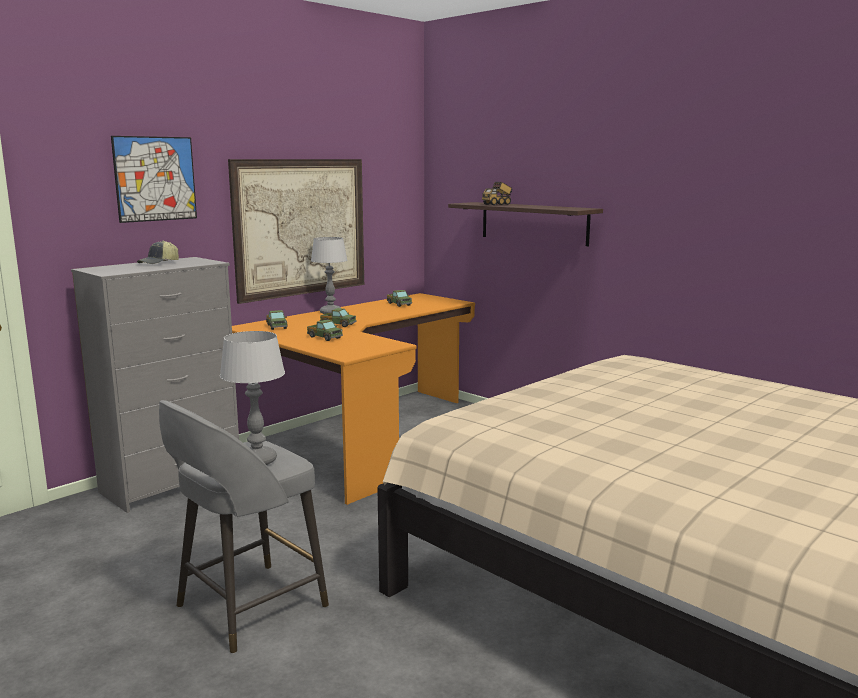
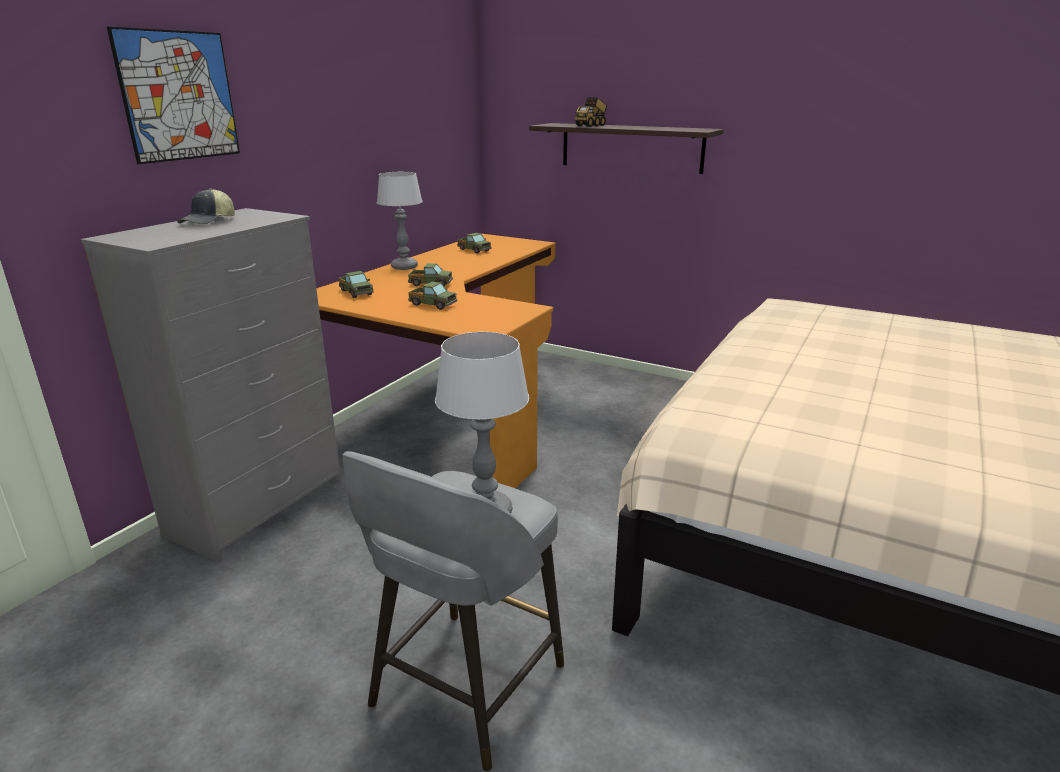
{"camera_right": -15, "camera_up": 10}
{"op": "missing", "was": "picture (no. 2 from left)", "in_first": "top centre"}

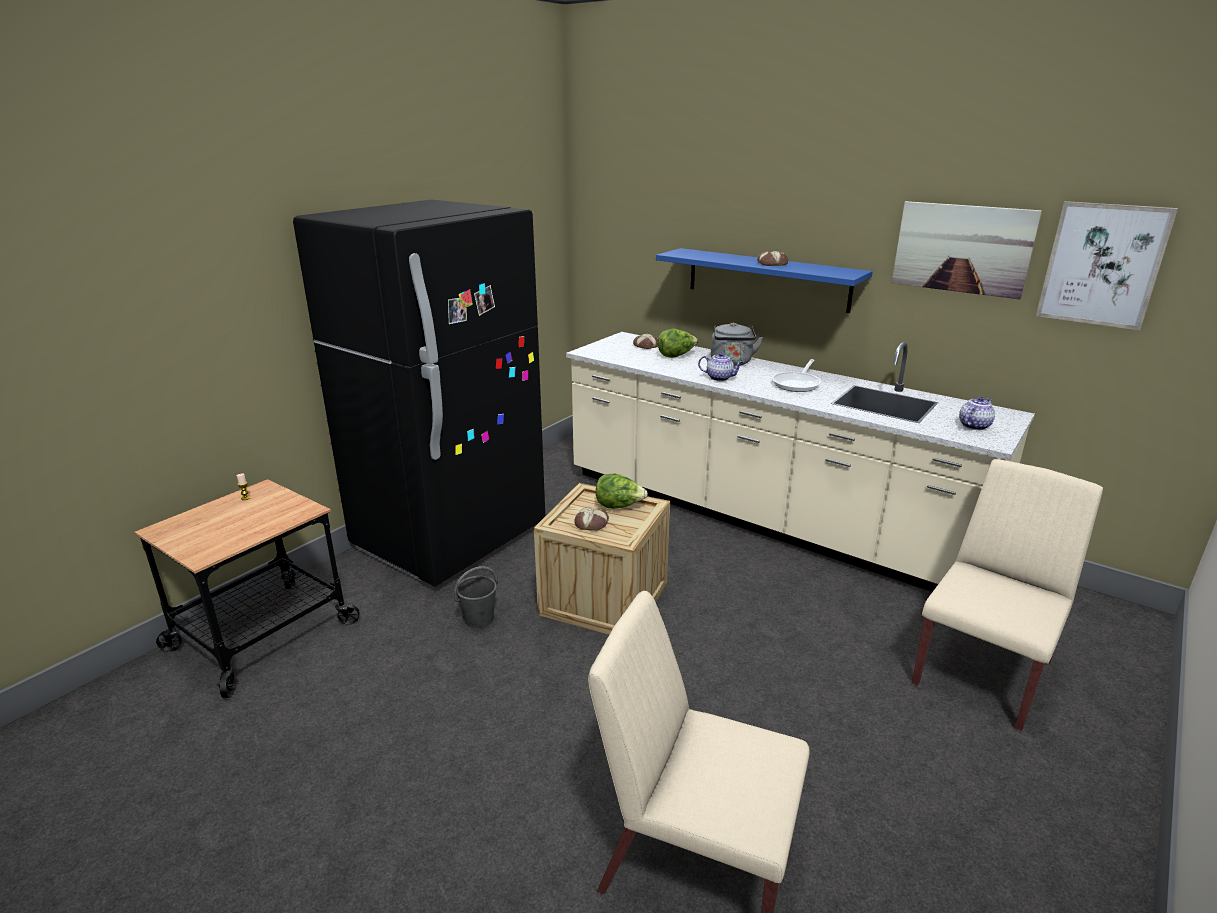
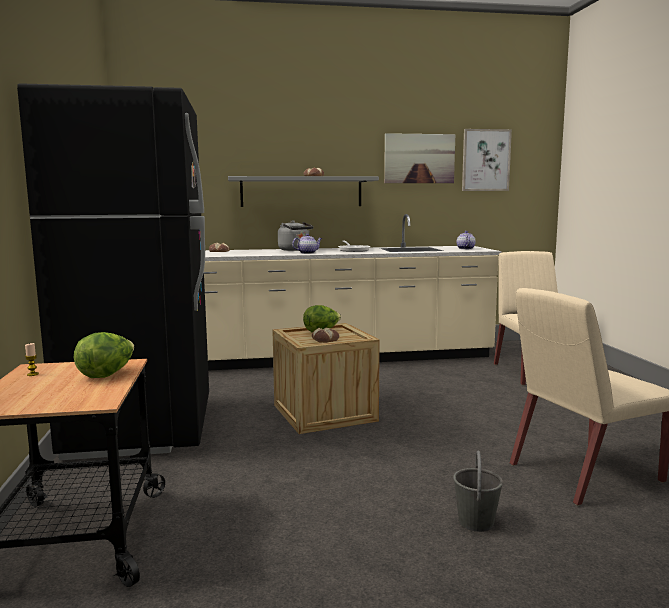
{"camera_right": -45, "camera_up": -15}
{"op": "relocated", "was": "lettuce (no. 2 from left in the first image)", "now": "lettuce (no. 1 from left)", "in_first": "centre", "in_second": "middle left"}
{"op": "colour", "was": "blue shelf", "now": "grey shelf", "in_first": "top centre", "in_second": "top centre"}
{"op": "relocated", "was": "grey bucket", "in_first": "centre", "in_second": "bottom right"}

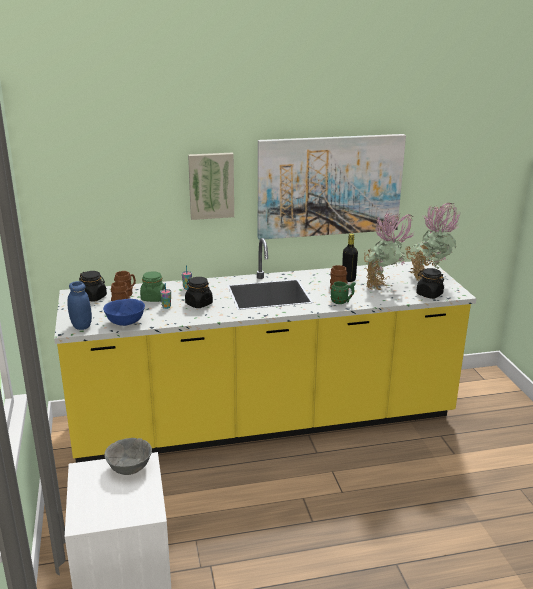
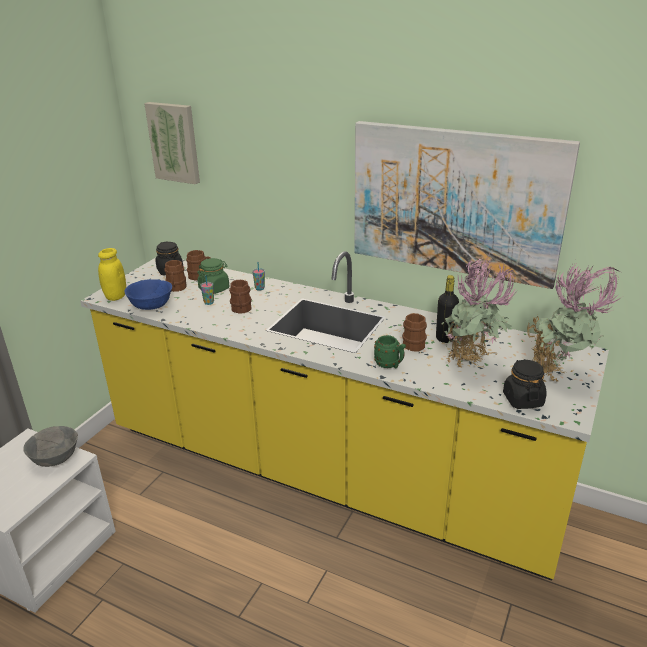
{"camera_right": 40, "camera_up": 5}
{"op": "colour", "was": "blue jar", "now": "yellow jar", "in_first": "middle left", "in_second": "middle left"}
{"op": "relocated", "was": "picture (no. 1 from left)", "in_first": "top centre", "in_second": "top left"}
{"op": "exchanged", "was": "black jar (no. 2 from left)", "now": "brown mug (no. 3 from left)", "in_first": "centre", "in_second": "centre"}

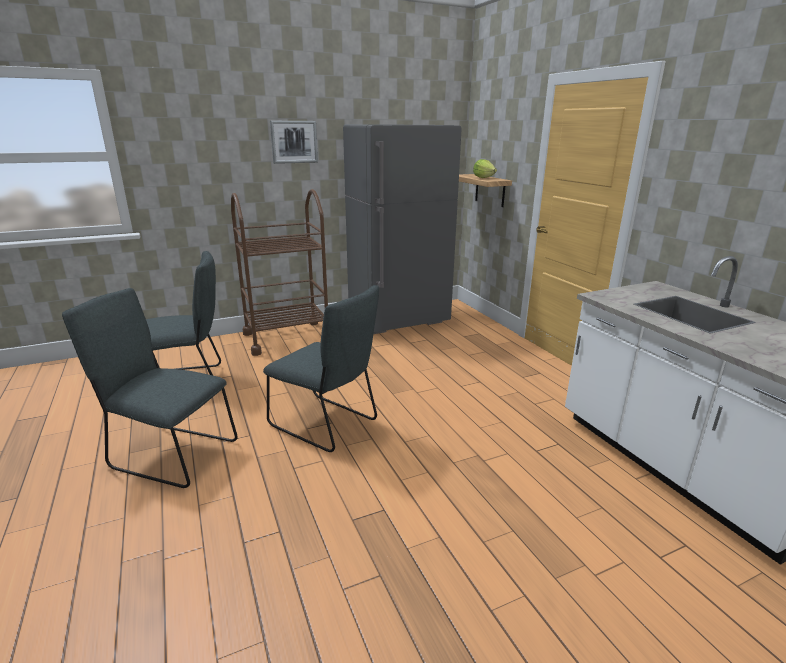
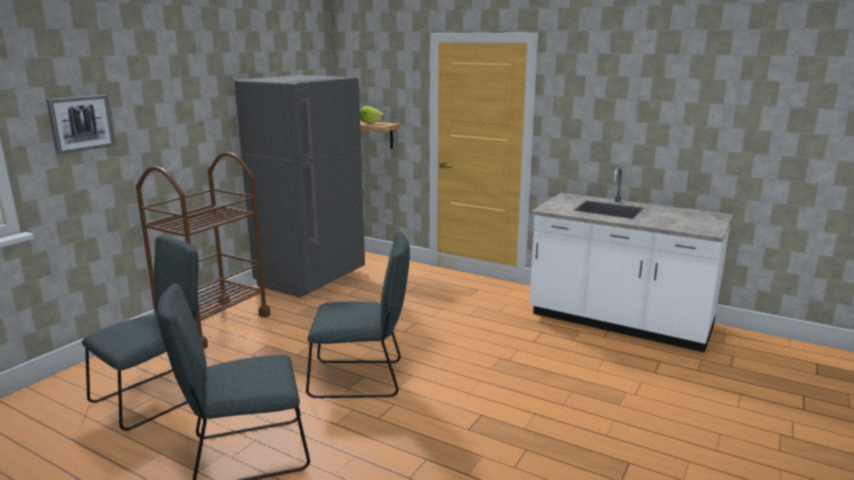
{"camera_right": -35, "camera_up": -5}
{"op": "relocated", "was": "picture", "in_first": "top centre", "in_second": "top left"}

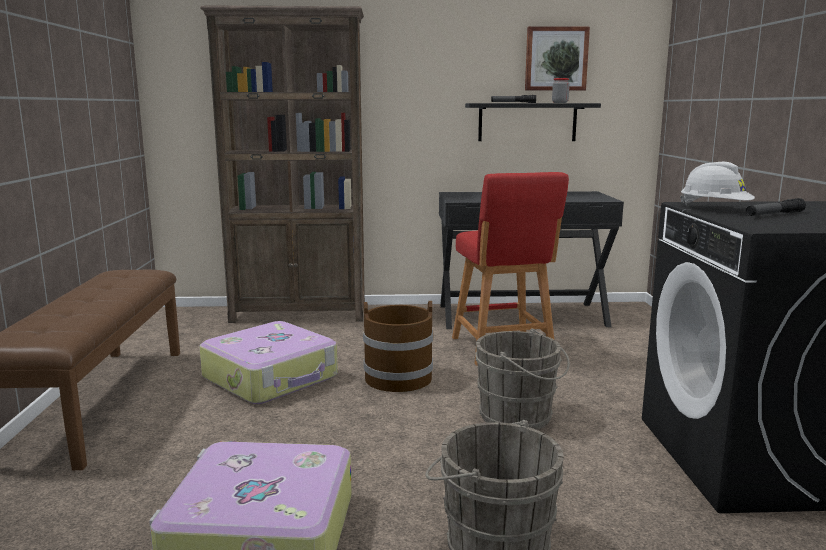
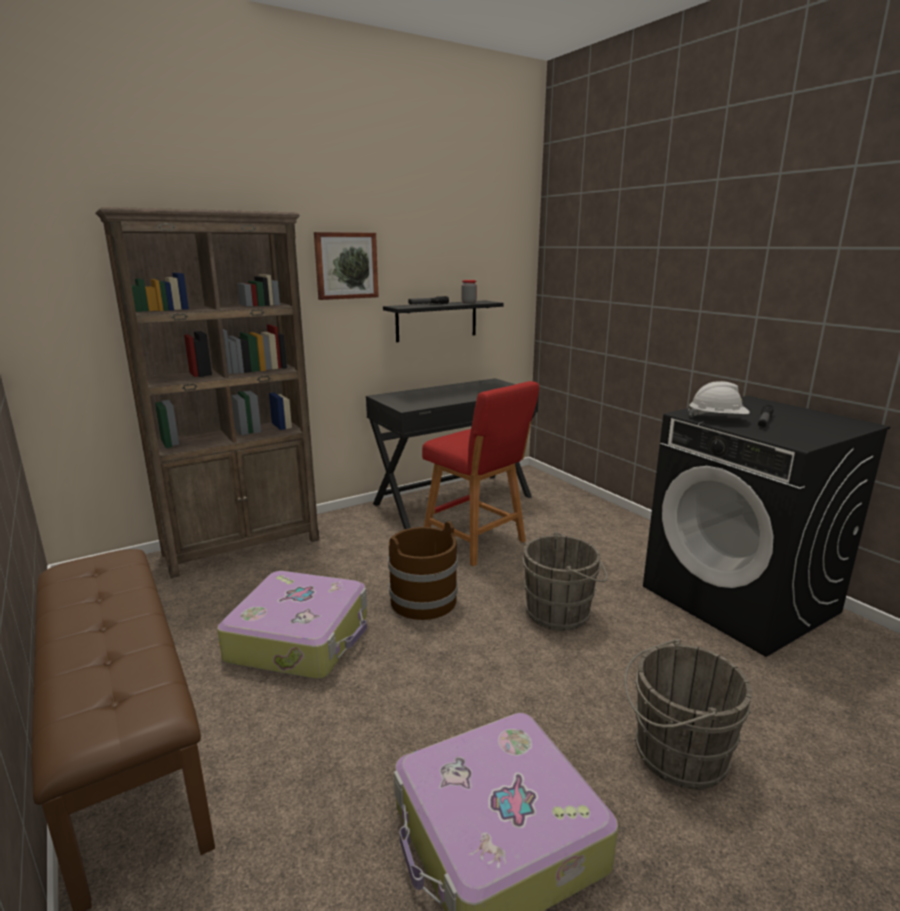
{"camera_right": -30, "camera_up": 5}
{"op": "relocated", "was": "picture", "in_first": "top right", "in_second": "top centre"}

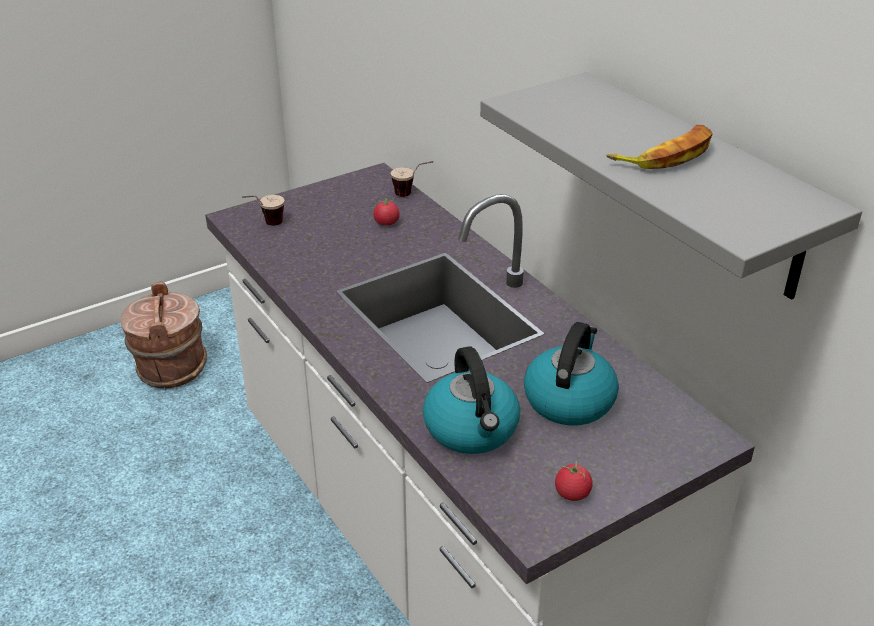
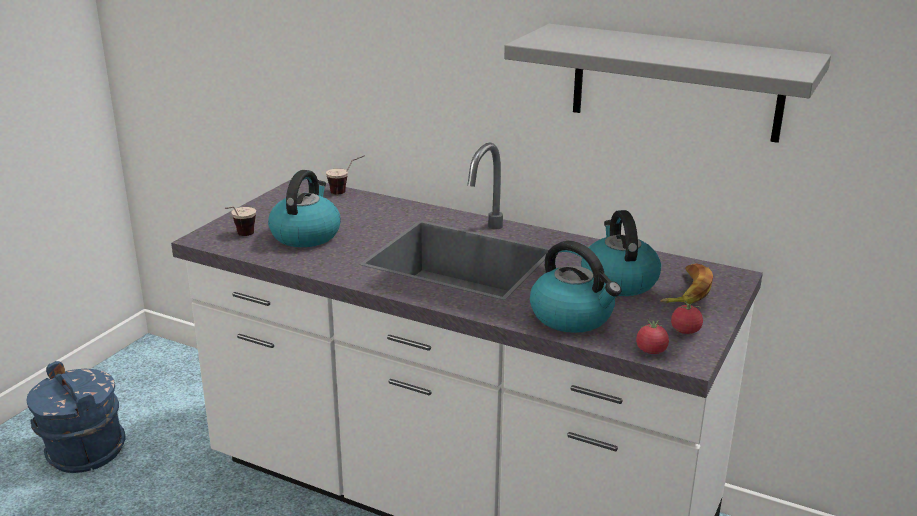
{"camera_right": -30, "camera_up": -10}
{"op": "colour", "was": "brown bucket", "now": "blue bucket", "in_first": "middle left", "in_second": "bottom left"}
{"op": "appeared", "now": "kettle (no. 1 from left)", "in_second": "middle left"}
{"op": "relocated", "was": "tomato (no. 1 from left)", "in_first": "centre", "in_second": "middle right"}
{"op": "relocated", "was": "banana", "in_first": "top right", "in_second": "middle right"}

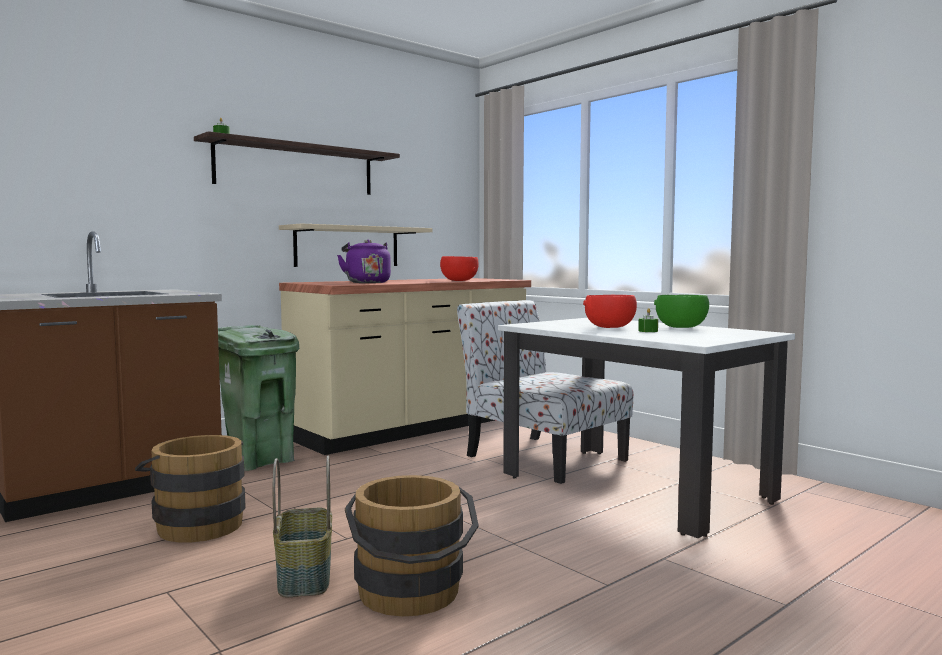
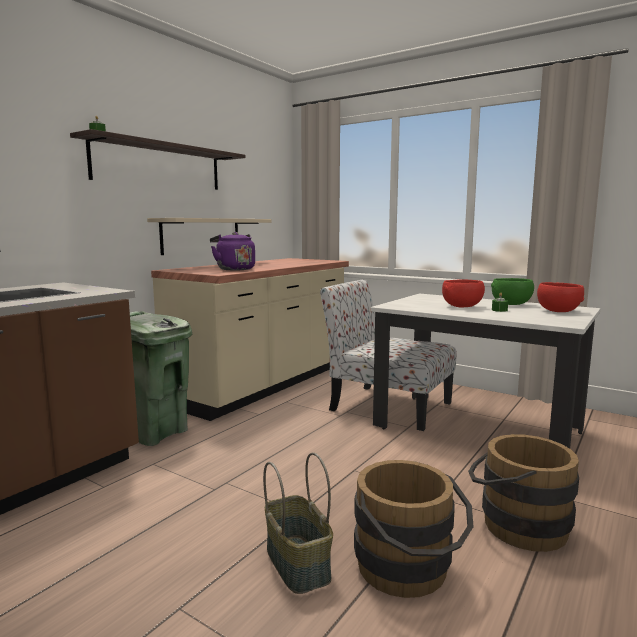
{"camera_right": -15, "camera_up": 5}
{"op": "relocated", "was": "brown bucket (no. 1 from left in the first image)", "now": "brown bucket (no. 2 from left)", "in_first": "bottom left", "in_second": "bottom right"}
{"op": "relocated", "was": "red bowl (no. 1 from left in the first image)", "now": "red bowl (no. 2 from left)", "in_first": "centre", "in_second": "middle right"}

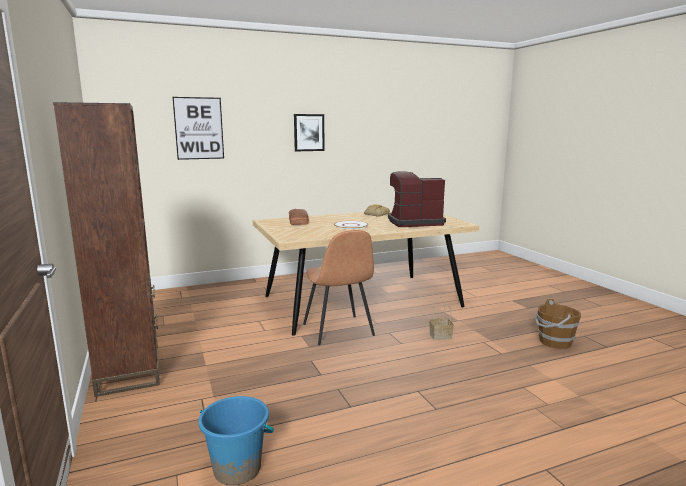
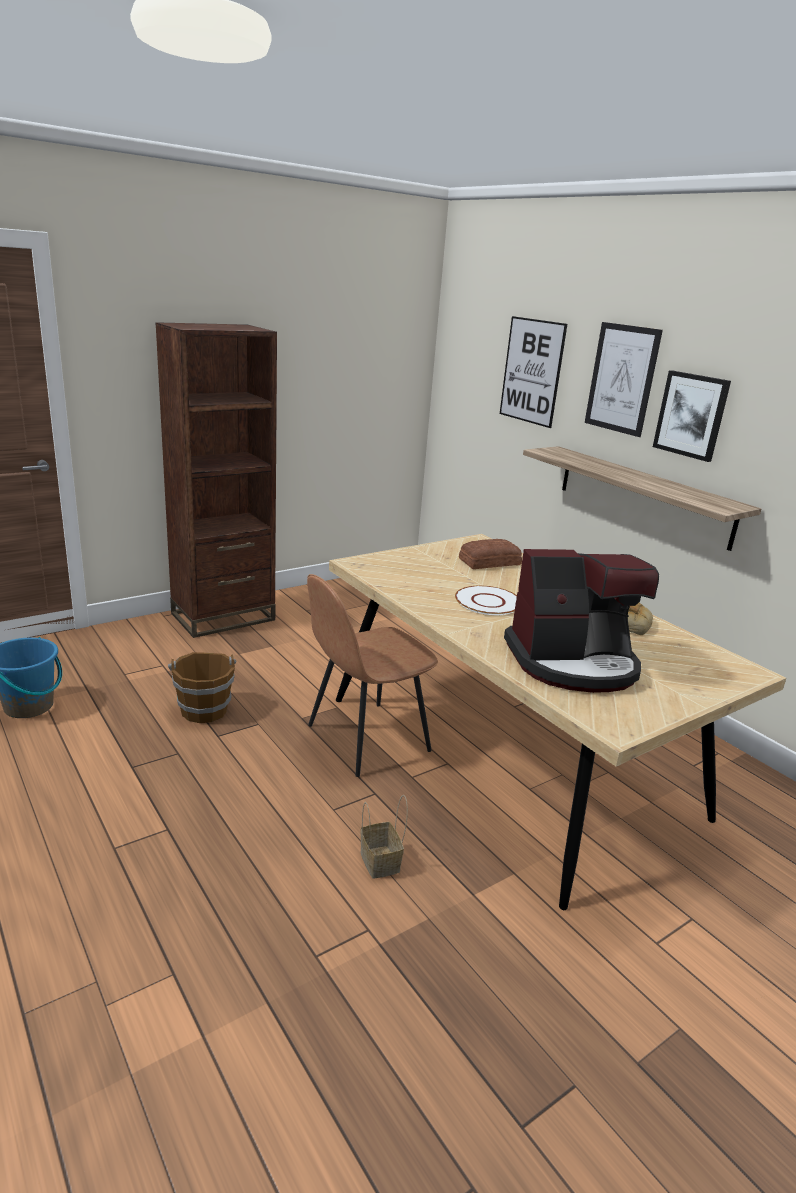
{"camera_right": 75, "camera_up": 10}
{"op": "relocated", "was": "brown bucket", "in_first": "bottom right", "in_second": "middle left"}
{"op": "spun", "was": "coffee machine", "in_first": "centre", "in_second": "middle right", "clockwise": 105}
{"op": "appeared", "now": "shelf", "in_second": "middle right"}
{"op": "appeared", "now": "picture (no. 2 from left)", "in_second": "top right"}

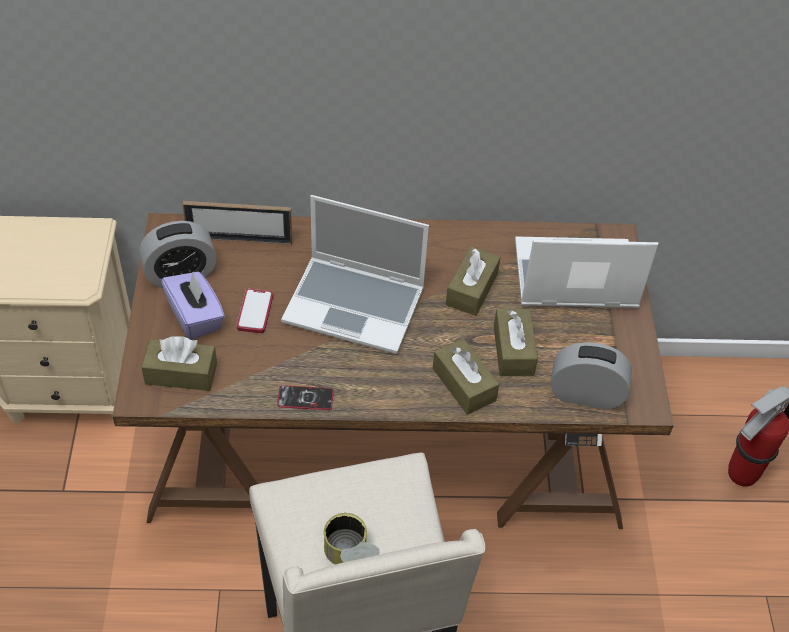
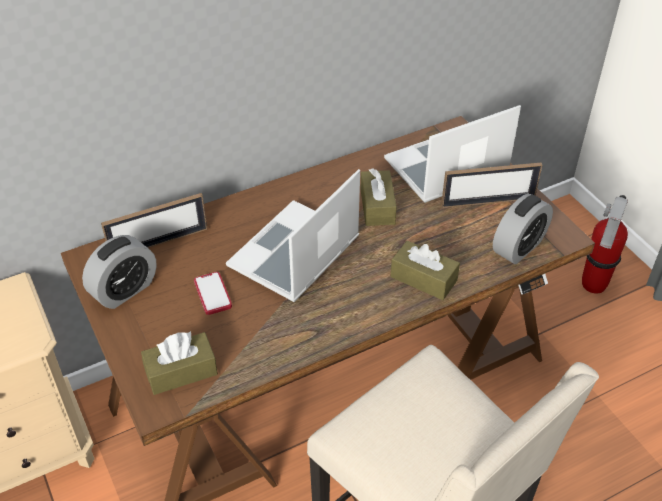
{"camera_right": -25, "camera_up": -5}
{"op": "spun", "was": "laptop (no. 1 from left)", "in_first": "centre", "in_second": "centre", "clockwise": 135}
{"op": "appeared", "now": "picture frame (no. 2 from left)", "in_second": "middle right"}
{"op": "spun", "was": "alarm clock (no. 2 from left)", "in_first": "middle right", "in_second": "middle right", "clockwise": 150}
{"op": "missing", "was": "purple tissue box", "in_first": "middle left"}
{"op": "missing", "was": "phone (no. 2 from left)", "in_first": "centre"}
{"op": "missing", "was": "can", "in_first": "bottom centre"}
{"op": "missing", "was": "brown tissue box (no. 4 from left)", "in_first": "centre"}

